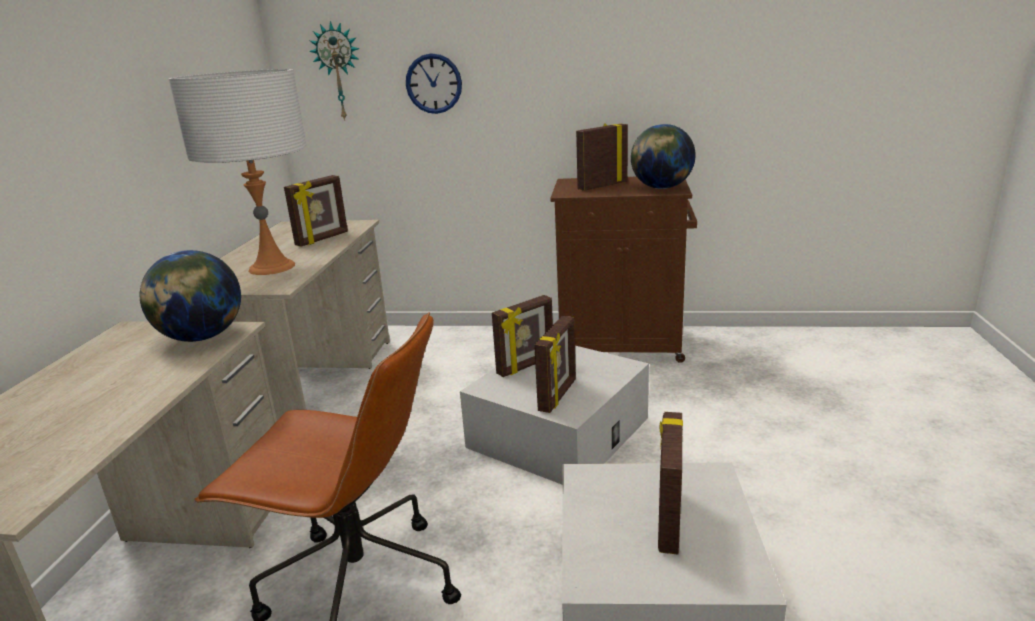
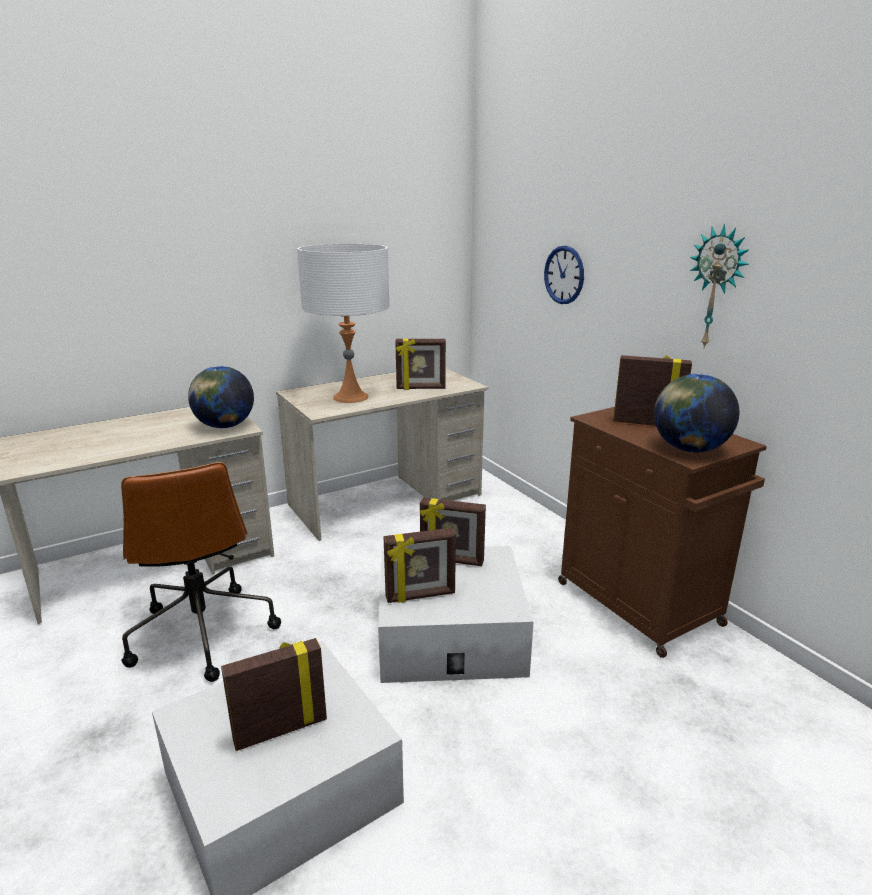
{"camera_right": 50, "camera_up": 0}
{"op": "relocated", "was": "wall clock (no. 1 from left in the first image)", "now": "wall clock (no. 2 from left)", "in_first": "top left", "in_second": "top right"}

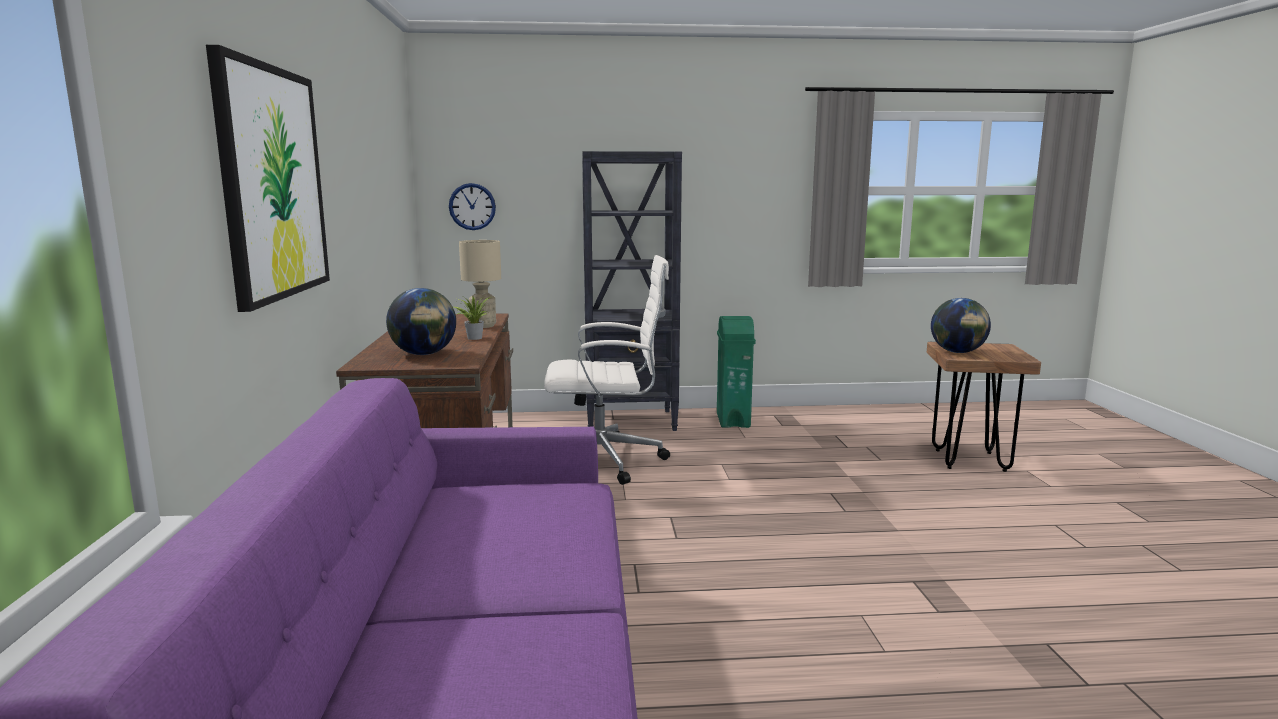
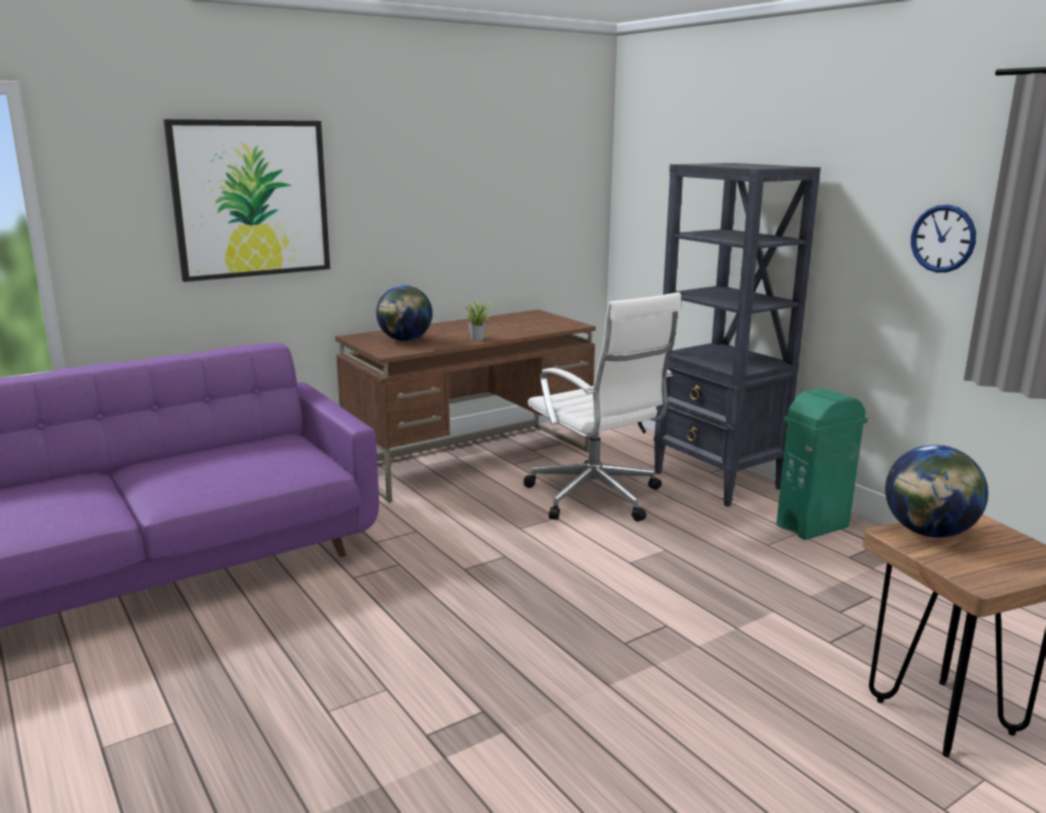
{"camera_right": 60, "camera_up": 5}
{"op": "relocated", "was": "wall clock", "in_first": "top centre", "in_second": "top right"}
{"op": "missing", "was": "beige table lamp", "in_first": "centre"}

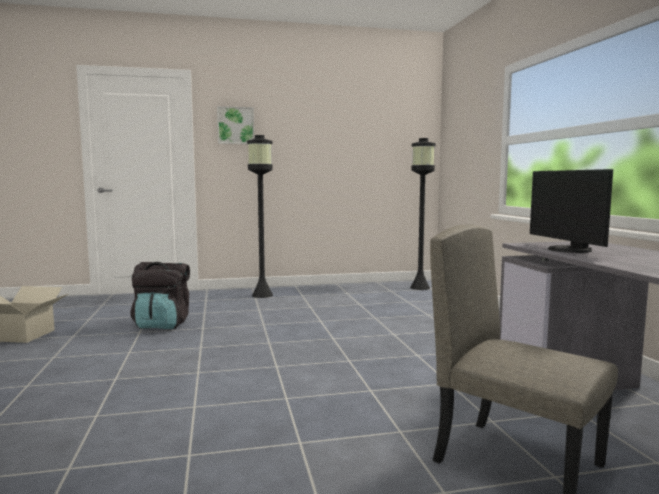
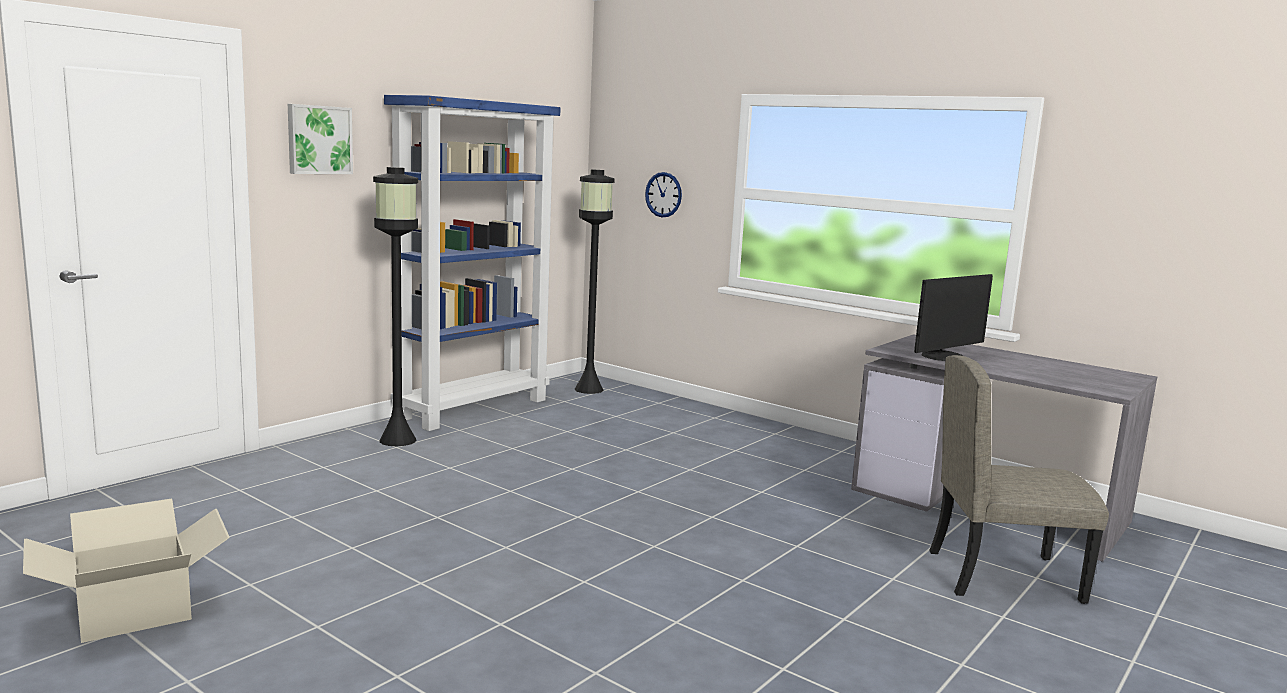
{"camera_right": -40, "camera_up": 5}
{"op": "appeared", "now": "blue bookcase", "in_second": "centre"}
{"op": "appeared", "now": "wall clock", "in_second": "top centre"}
{"op": "spun", "was": "monitor", "in_first": "middle right", "in_second": "middle right", "clockwise": -75}
{"op": "missing", "was": "black backpack", "in_first": "middle left"}

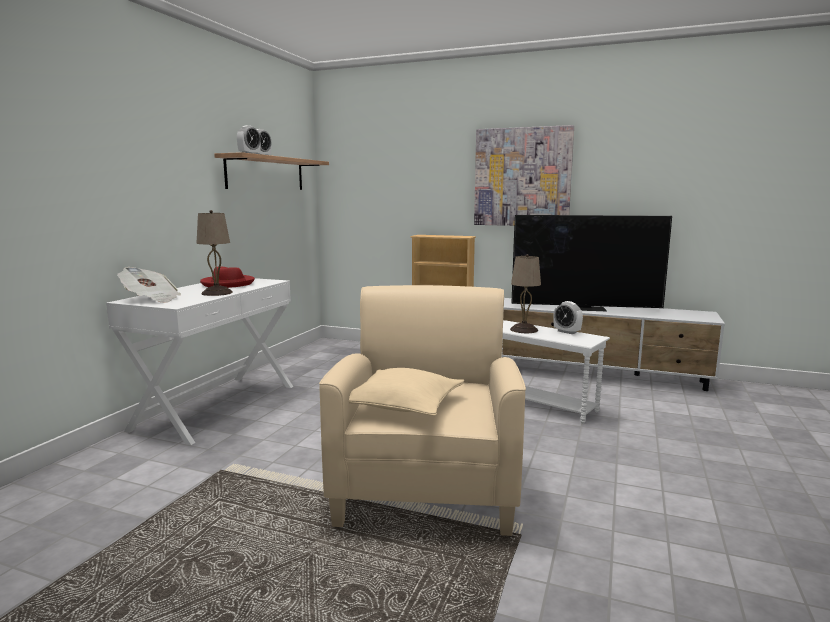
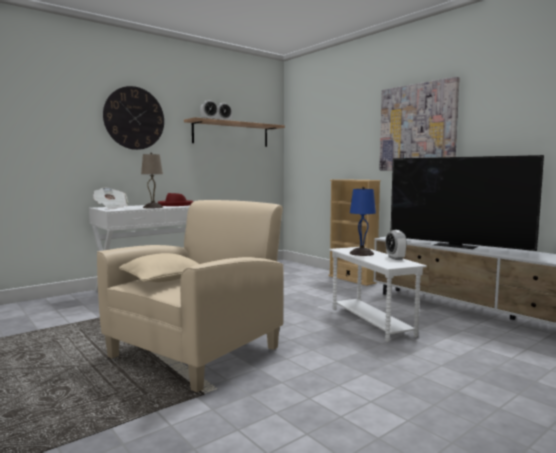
{"camera_right": 30, "camera_up": -5}
{"op": "appeared", "now": "wall clock", "in_second": "top left"}
{"op": "colour", "was": "beige table lamp (no. 2 from left)", "now": "blue table lamp", "in_first": "centre", "in_second": "centre"}

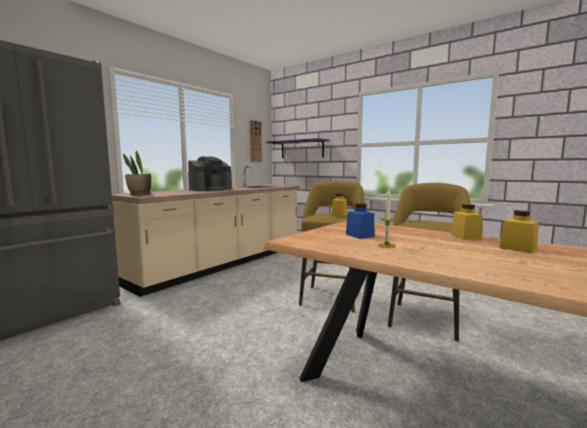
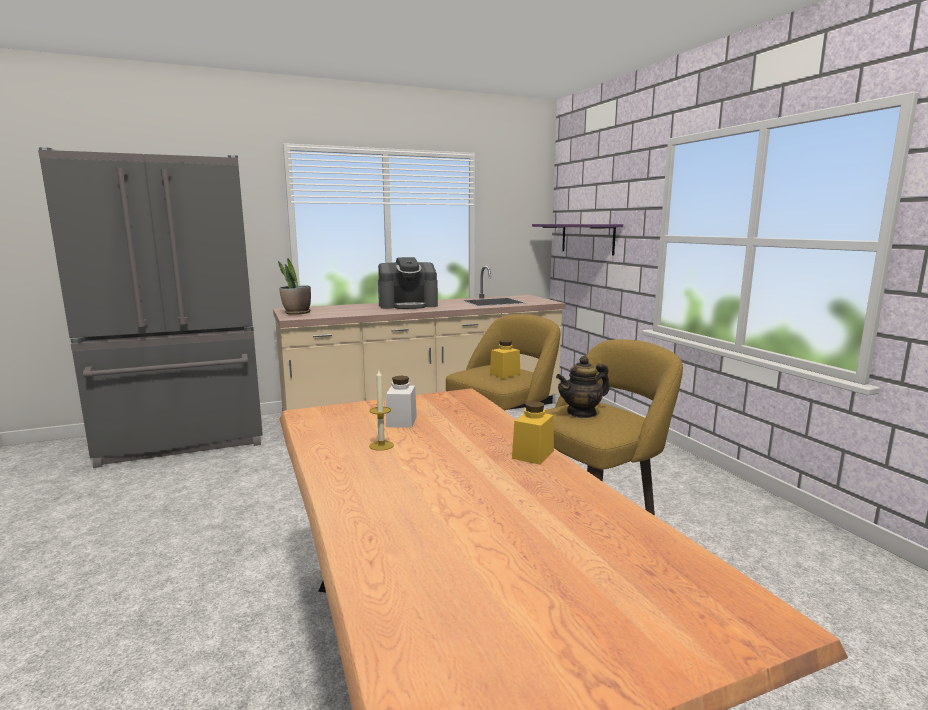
{"camera_right": 30, "camera_up": 5}
{"op": "colour", "was": "blue jar", "now": "white jar", "in_first": "centre", "in_second": "centre"}
{"op": "appeared", "now": "teapot", "in_second": "centre"}
{"op": "missing", "was": "wall clock", "in_first": "top centre"}
{"op": "missing", "was": "yellow jar (no. 3 from left)", "in_first": "middle right"}

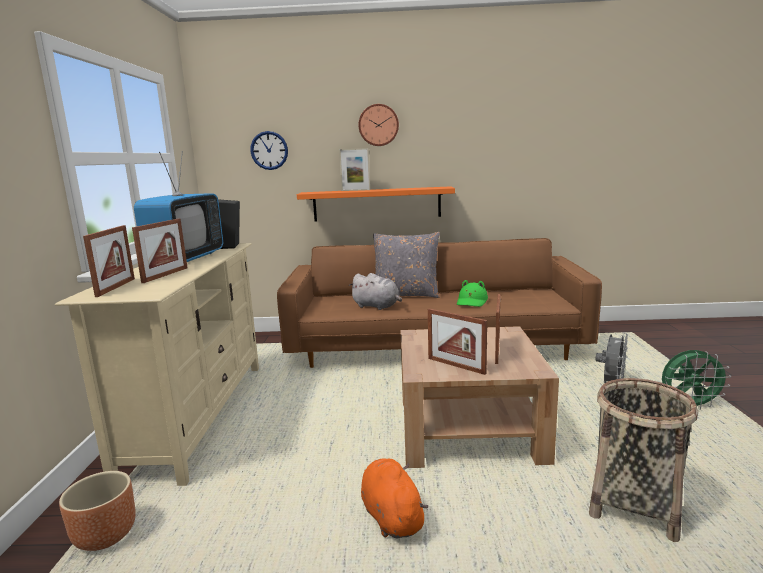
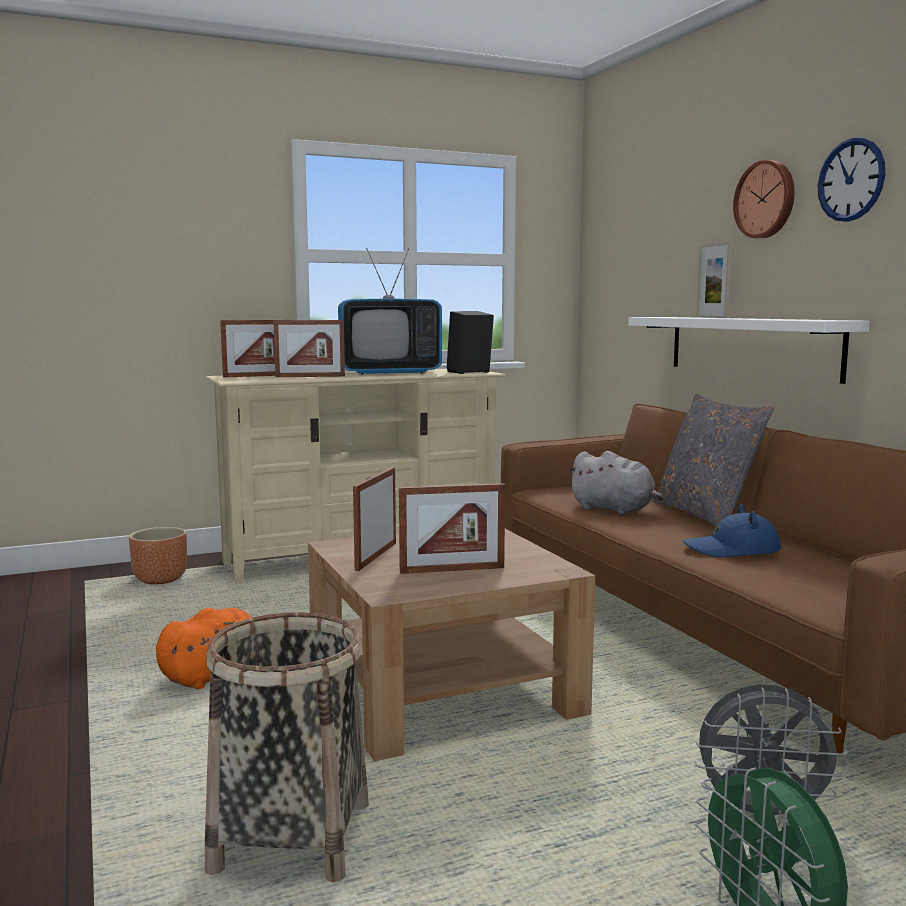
{"camera_right": 65, "camera_up": -5}
{"op": "spun", "was": "grey plush toy", "in_first": "centre", "in_second": "middle right", "clockwise": -60}
{"op": "colour", "was": "orange shelf", "now": "white shelf", "in_first": "centre", "in_second": "middle right"}
{"op": "colour", "was": "green hat", "now": "blue hat", "in_first": "centre", "in_second": "middle right"}
{"op": "relocated", "was": "wall clock (no. 1 from left in the first image)", "now": "wall clock (no. 2 from left)", "in_first": "top centre", "in_second": "top right"}

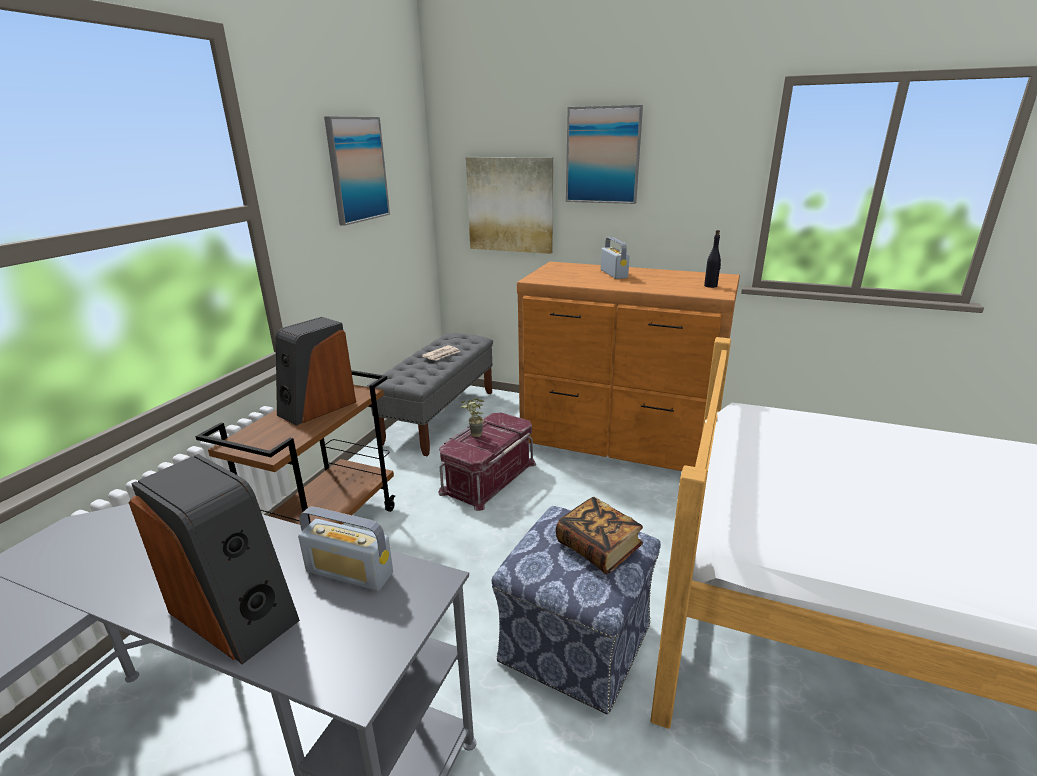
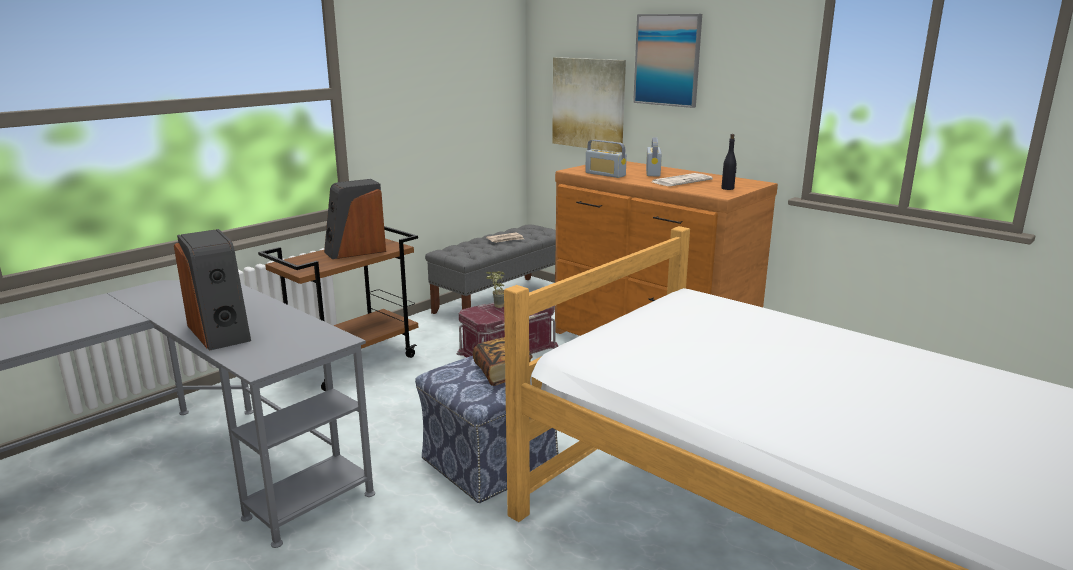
{"camera_right": 20, "camera_up": -5}
{"op": "relocated", "was": "radio (no. 1 from left)", "in_first": "bottom left", "in_second": "top centre"}
{"op": "appeared", "now": "newspaper (no. 2 from left)", "in_second": "top centre"}
{"op": "missing", "was": "picture (no. 1 from left)", "in_first": "top centre"}

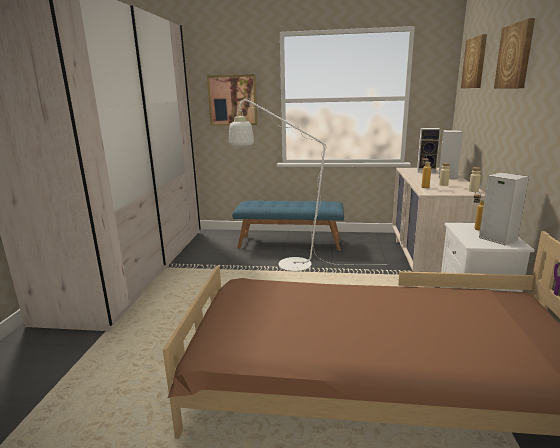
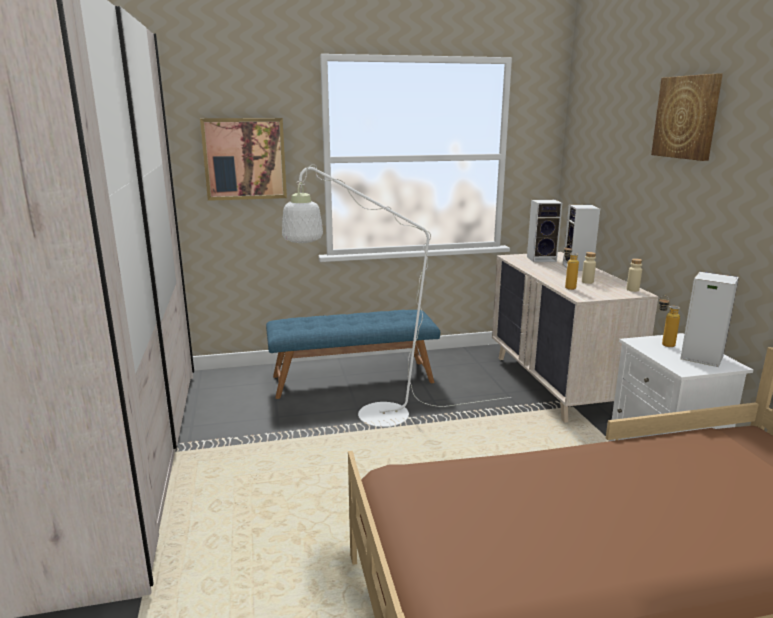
{"camera_right": -20, "camera_up": 0}
{"op": "missing", "was": "picture (no. 2 from left)", "in_first": "top right"}

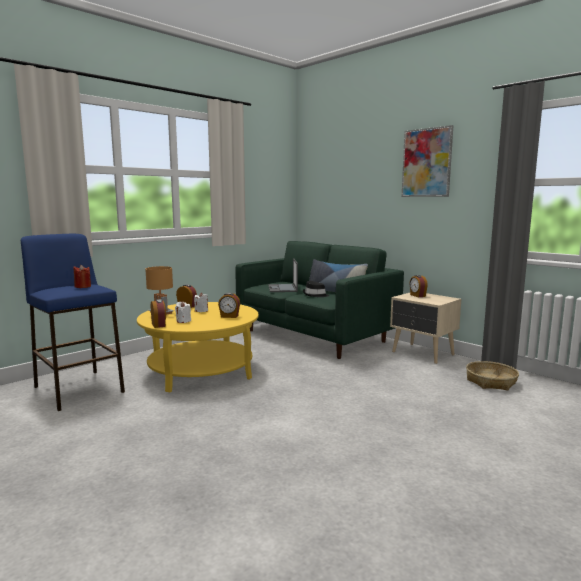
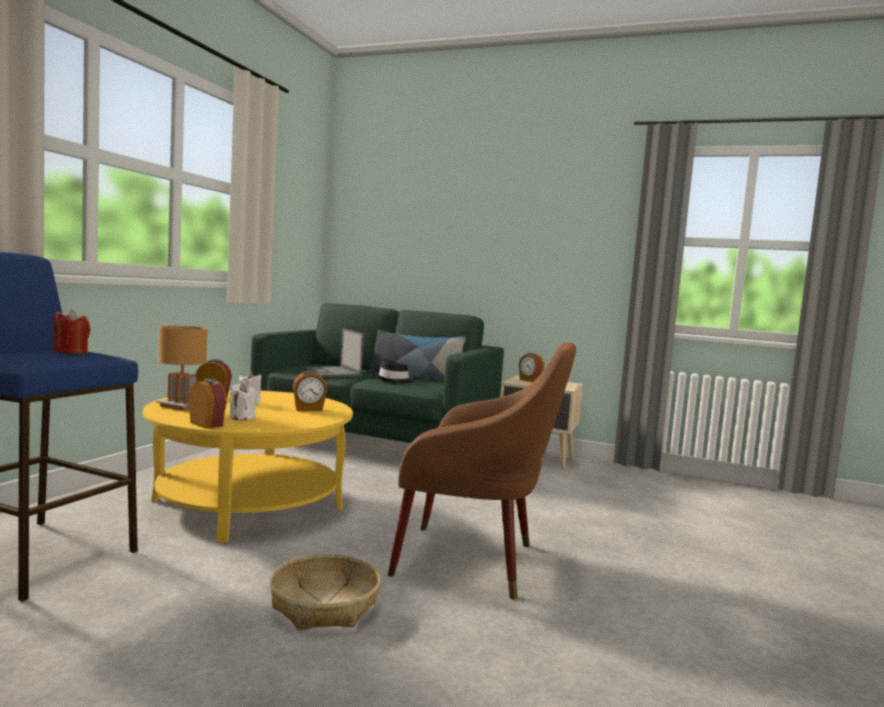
{"camera_right": -25, "camera_up": -5}
{"op": "relocated", "was": "basket", "in_first": "middle right", "in_second": "bottom centre"}
{"op": "appeared", "now": "brown armchair", "in_second": "centre"}
{"op": "missing", "was": "picture", "in_first": "top right"}

